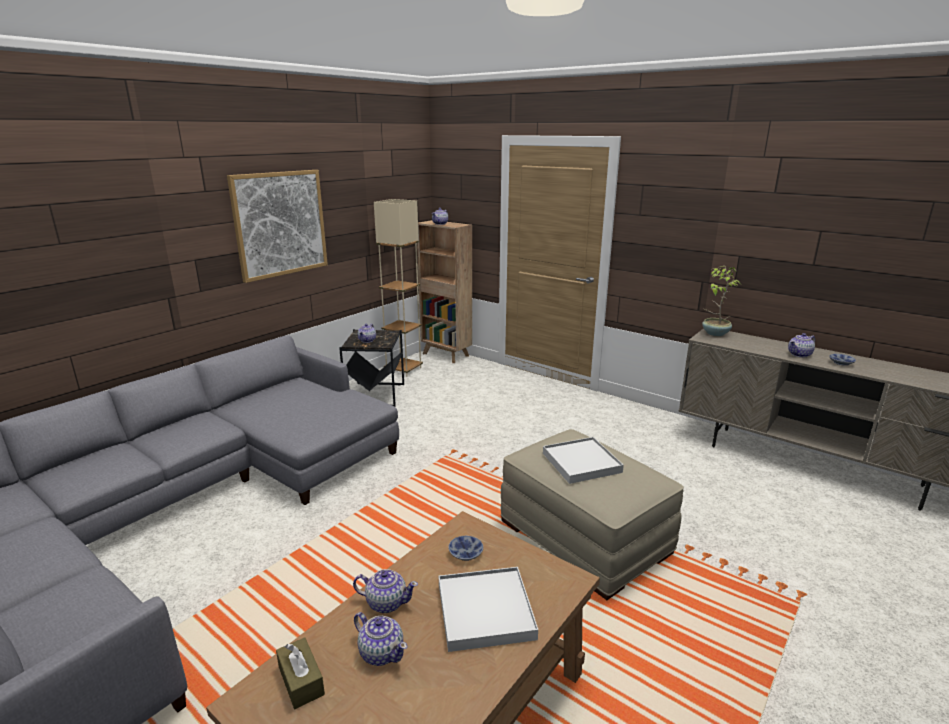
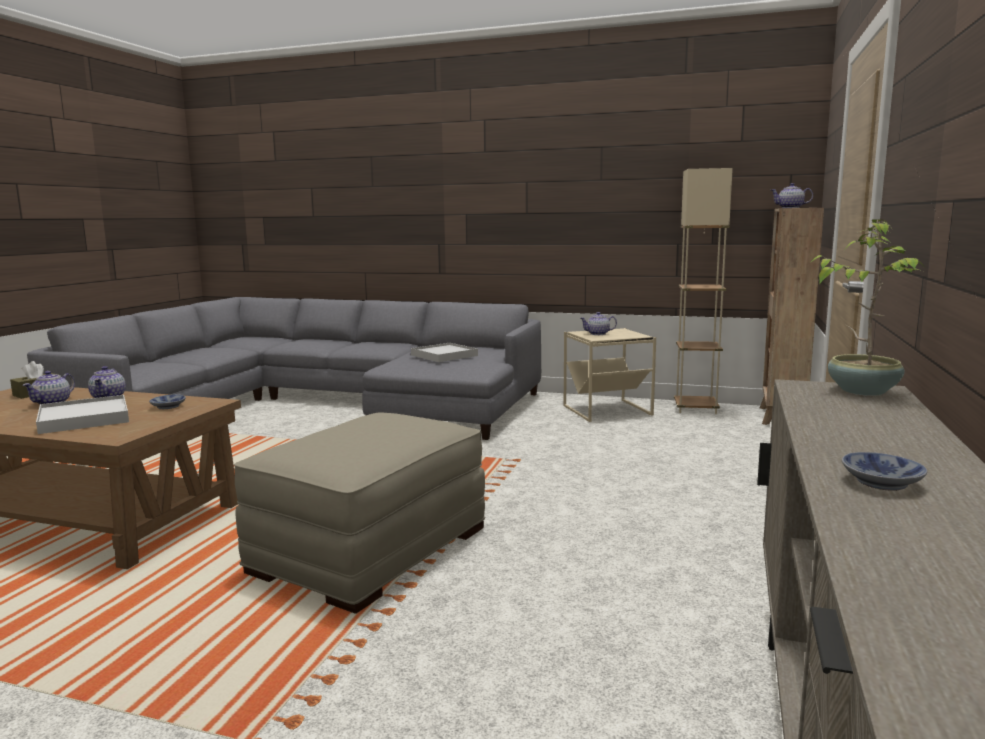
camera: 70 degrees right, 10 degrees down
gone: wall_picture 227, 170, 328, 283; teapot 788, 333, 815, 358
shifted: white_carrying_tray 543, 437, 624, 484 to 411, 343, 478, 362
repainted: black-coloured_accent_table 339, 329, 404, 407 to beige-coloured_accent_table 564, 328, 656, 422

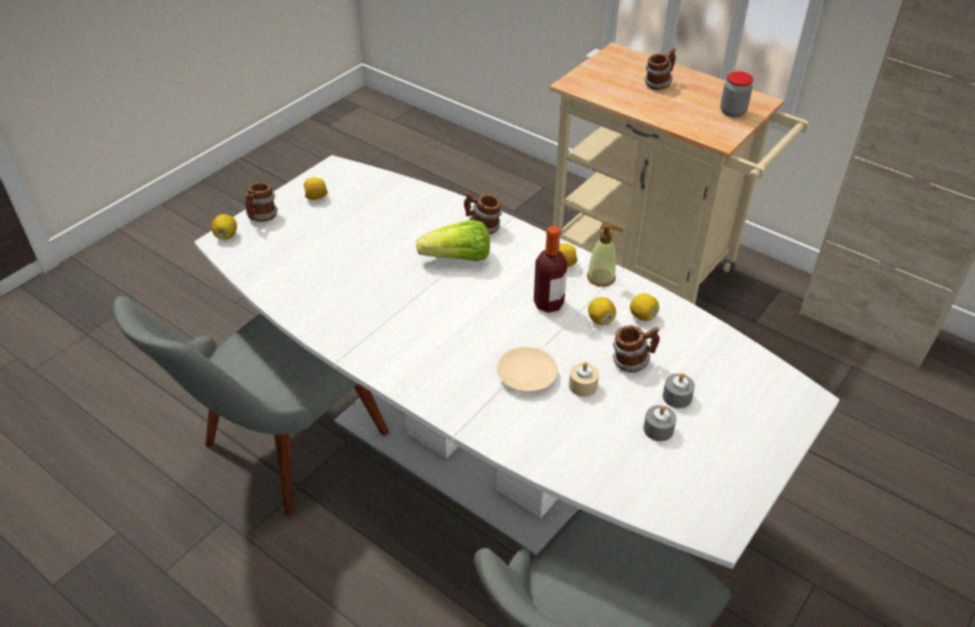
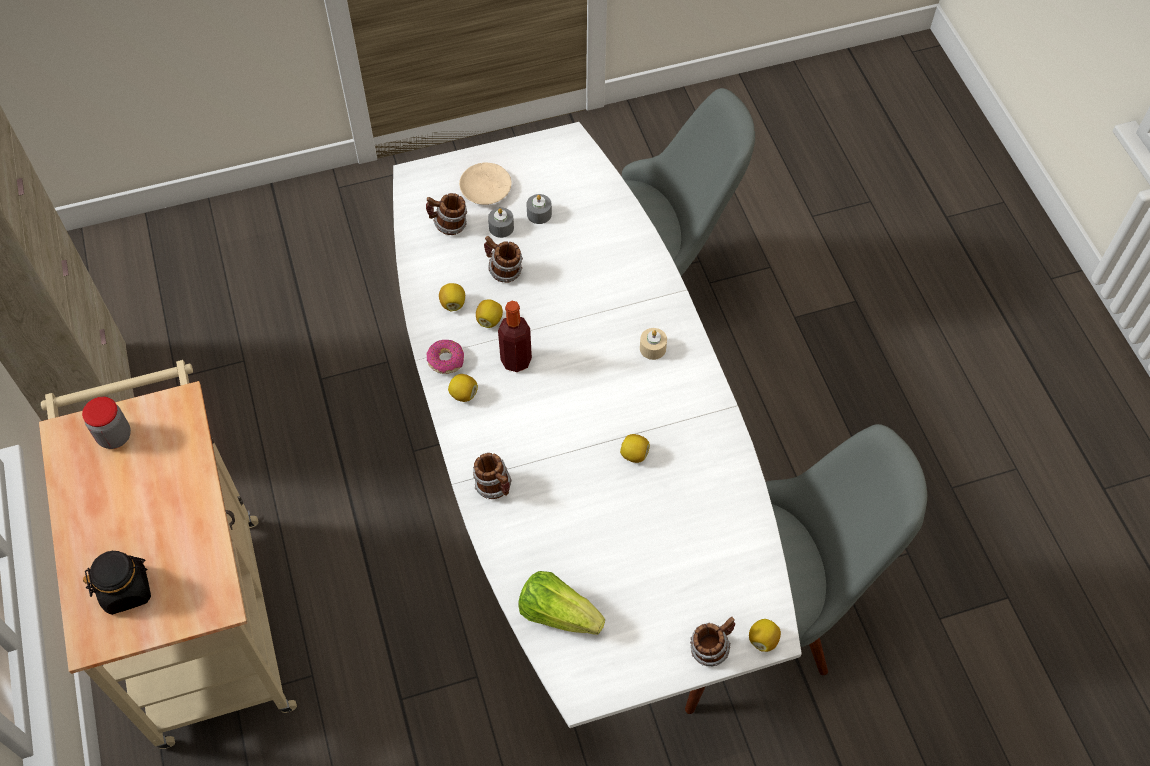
camera: 145 degrees left, 15 degrees up
new: black-coloured_preserve_jar 83, 551, 151, 615
shifted: lemon 304, 177, 328, 200 to 620, 434, 650, 463; head_of_lettuce 416, 220, 490, 261 to 518, 571, 605, 635; beige-coloured_plate 497, 347, 558, 392 to 459, 162, 512, 205; beige-coloured_wax_candle 569, 362, 599, 397 to 640, 328, 667, 360; tea_mug 644, 48, 676, 90 to 426, 193, 467, 235
swapped: soap_bottle 587, 222, 623, 287 to doughnut 427, 340, 464, 374

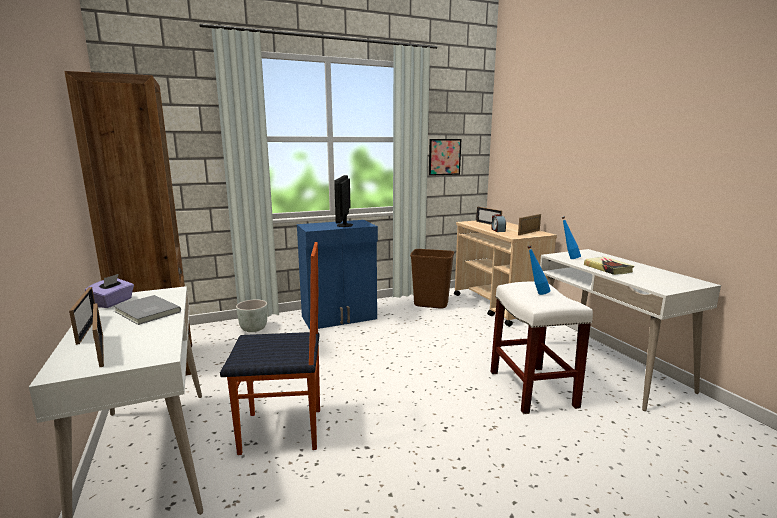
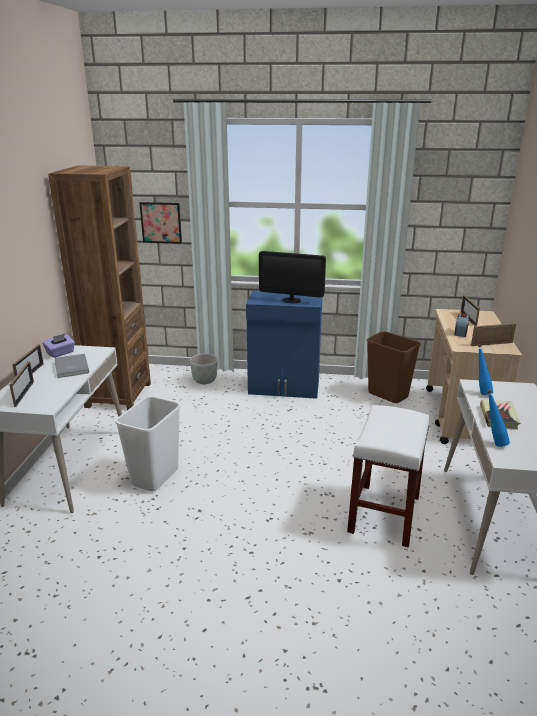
camera: 30 degrees right, 10 degrees up
shifted: wall_picture 429, 139, 461, 176 to 139, 202, 182, 244; blue-coloured_beverage_bottle 527, 245, 551, 295 to 487, 390, 510, 447
swapped: upright_chair 220, 242, 320, 455 to white_rubbish_bin 115, 396, 181, 491
rotated: computer_screen 334, 175, 353, 227 = 259, 251, 326, 304 105 degrees counterclockwise

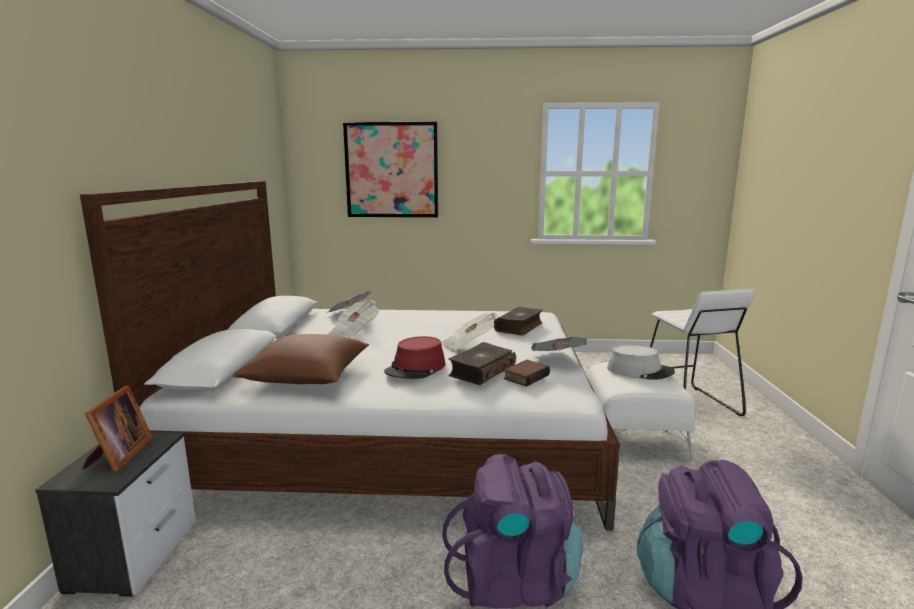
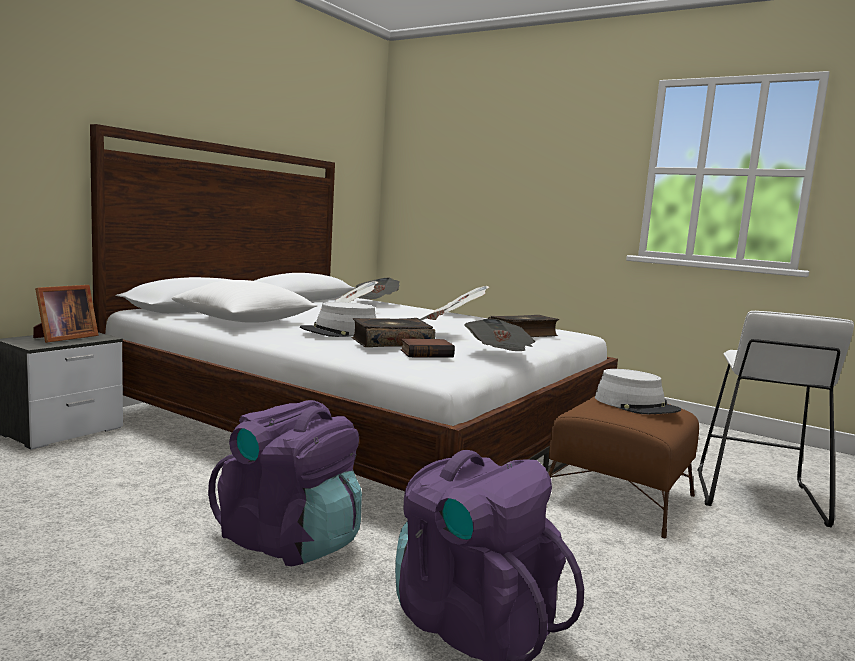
camera: 30 degrees right, 5 degrees down
gone: wall_picture 343, 122, 438, 217
new: newspaper 433, 286, 489, 313
repainted: brown-coloured_throw_pillow 233, 334, 369, 384 to white_throw_pillow 172, 280, 318, 323; red_clothing_hat 384, 336, 445, 379 to greyish_clothing_hat 300, 302, 376, 337; white_footrest 588, 362, 696, 462 to brown-coloured_footrest 548, 396, 699, 538

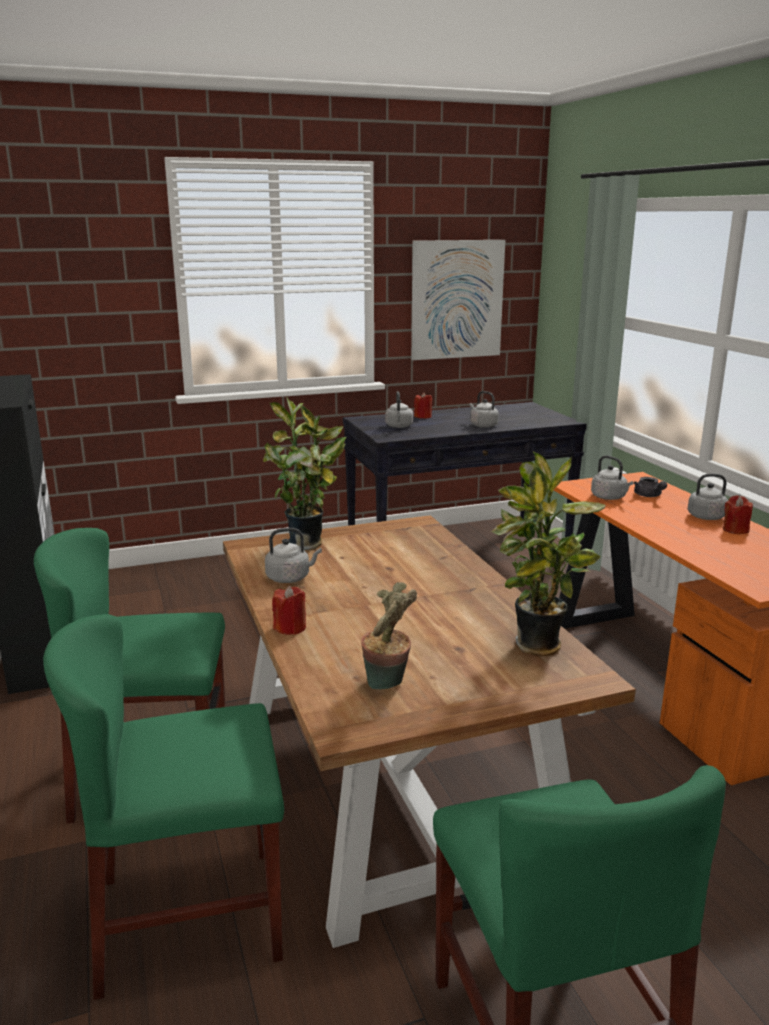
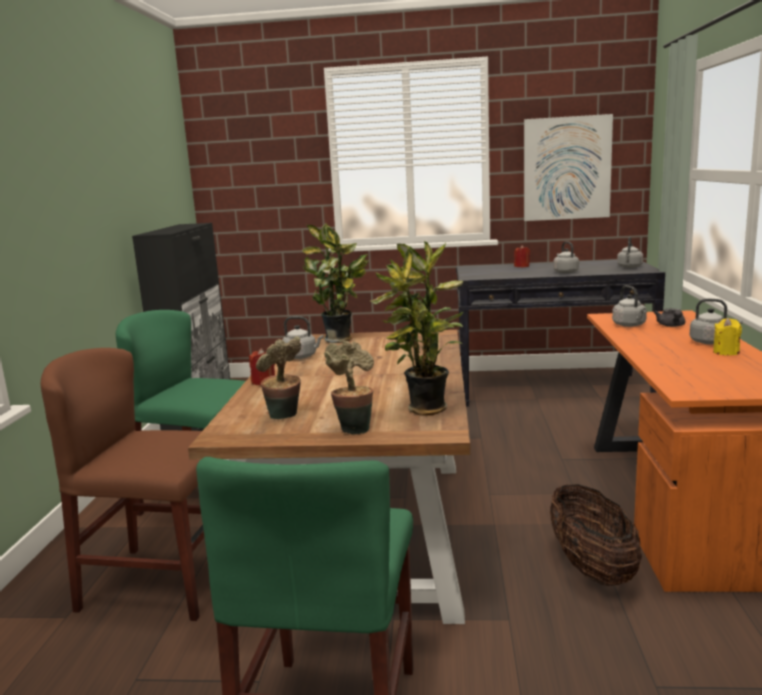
camera: 25 degrees right, 5 degrees down
new: potted_plant 324, 341, 374, 435; basket 550, 484, 642, 586
shifted: greyish_water_kettle 385, 391, 413, 428 to 617, 236, 643, 268
repainted: green-coloured_upright_chair 43, 614, 284, 1000 to brown-coloured_upright_chair 41, 348, 204, 621; red_wax_candle 723, 495, 753, 534 to yellow_wax_candle 713, 318, 742, 355

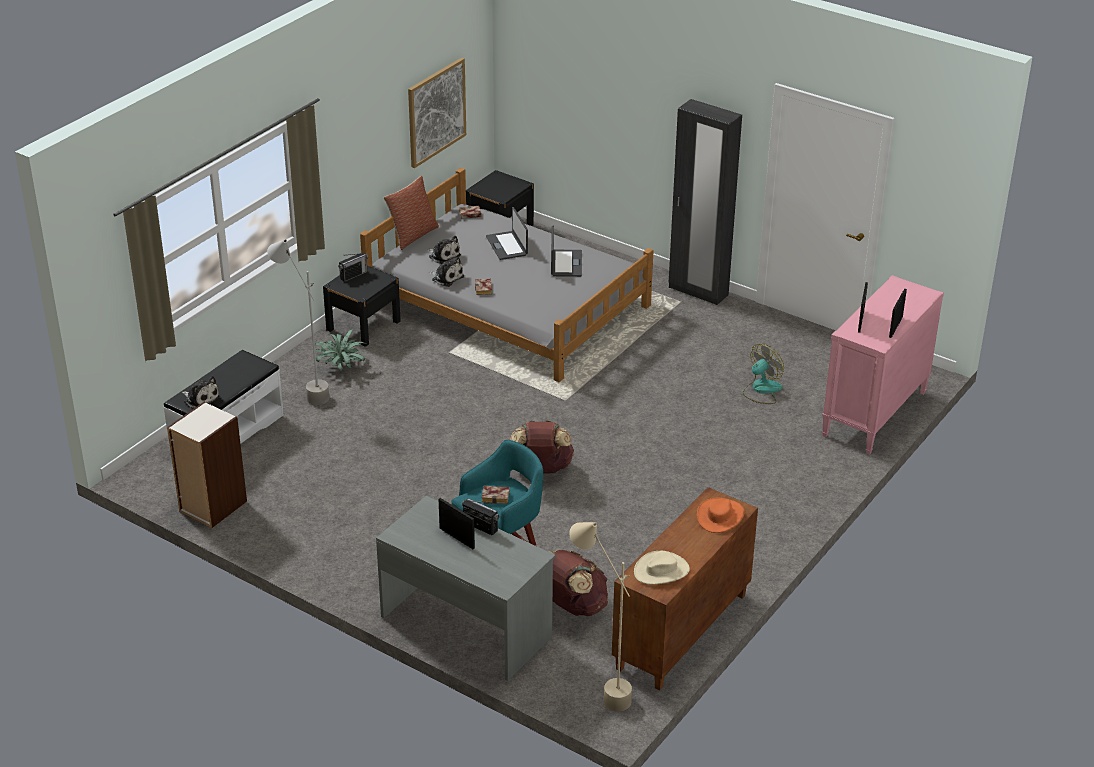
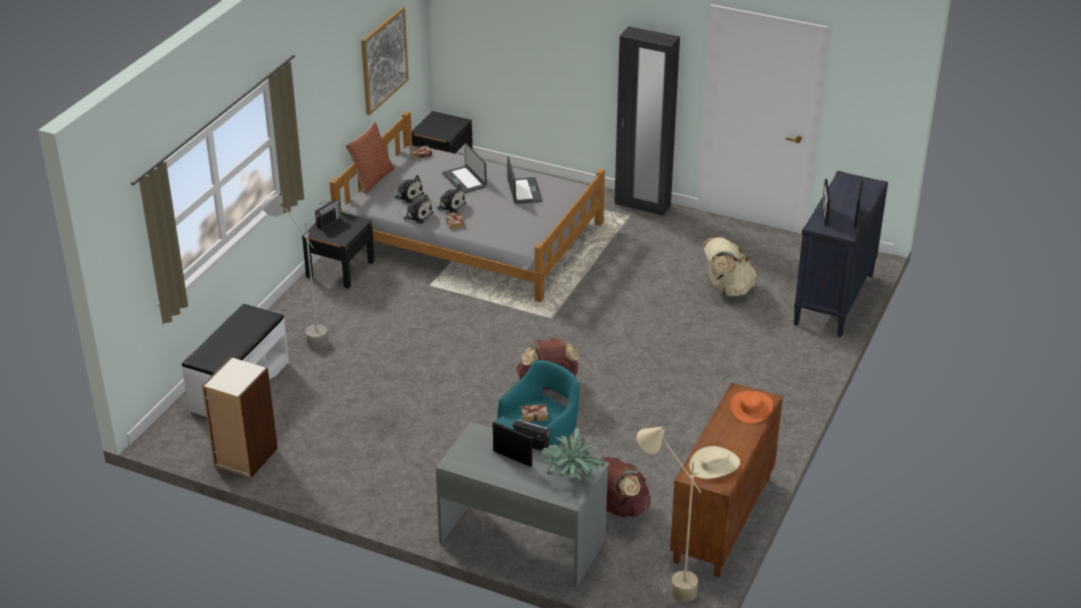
camera: 10 degrees left, 0 degrees up
shifted: cuddly_toy 182, 376, 220, 409 to 431, 185, 466, 213; potted_plant 315, 329, 367, 371 to 540, 428, 604, 483
swapped: electric_fan 743, 344, 784, 404 to beige-coloured_knapsack 703, 238, 757, 296
repainted: pinkish_chest_of_drawers 822, 275, 944, 455 to black-coloured_chest_of_drawers 793, 171, 888, 337

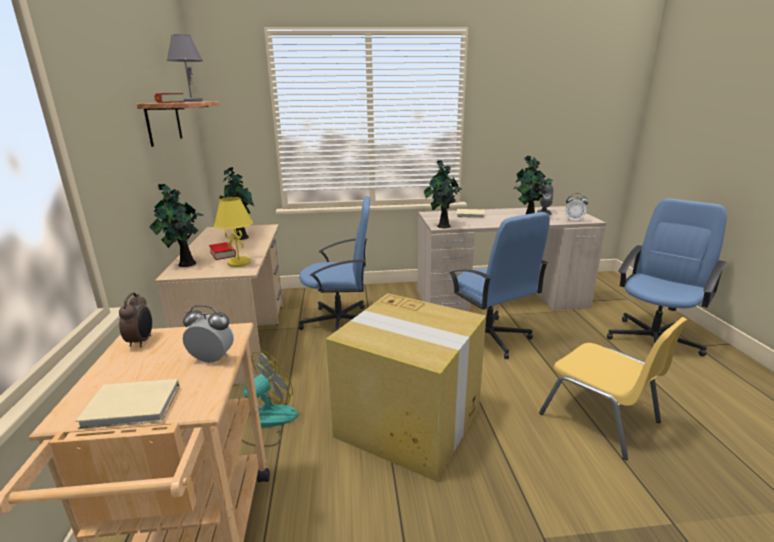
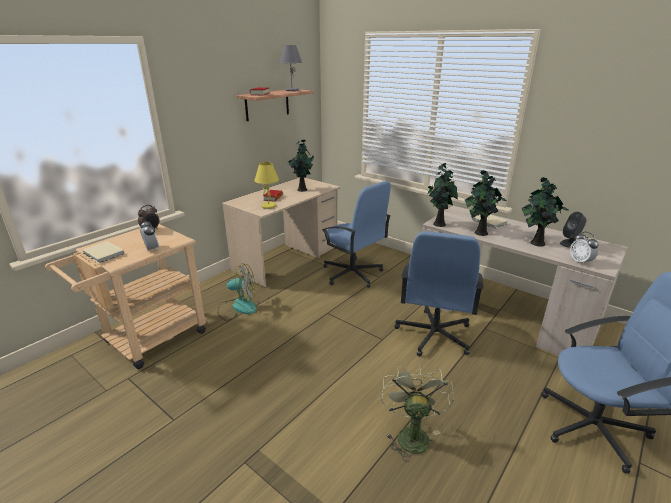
camera: 45 degrees right, 5 degrees up
gone: packing_box 326, 293, 486, 482
shifted: potted_plant 149, 183, 203, 267 to 465, 170, 507, 236
swapped: yellow_upright_chair 539, 317, 688, 460 to green-coloured_electric_fan 381, 364, 454, 462

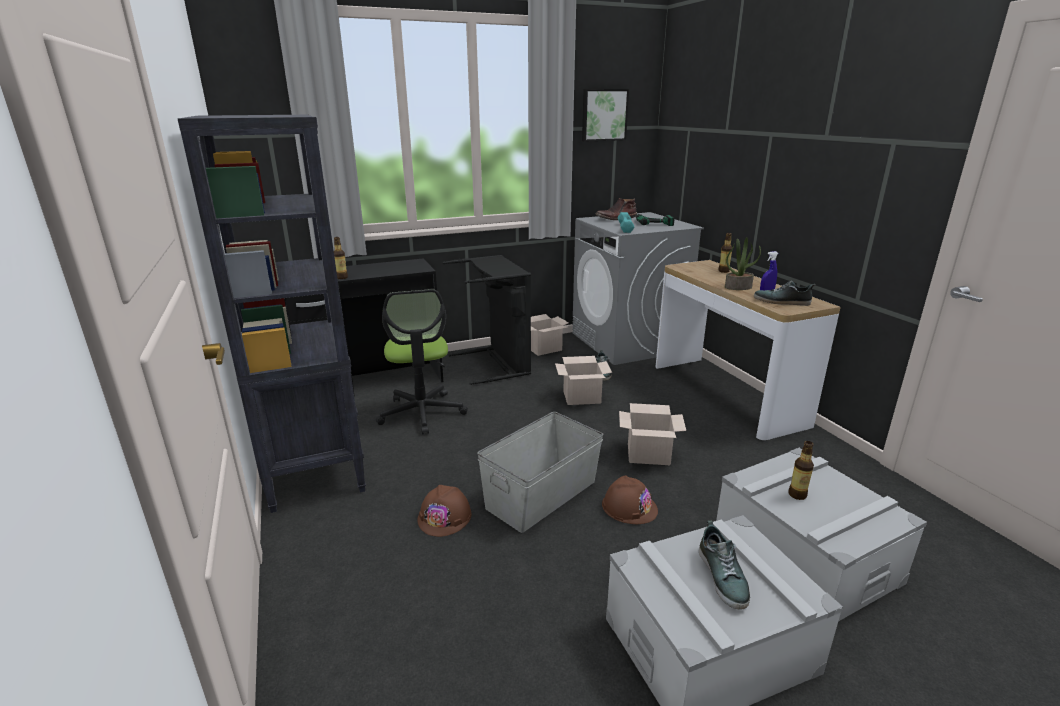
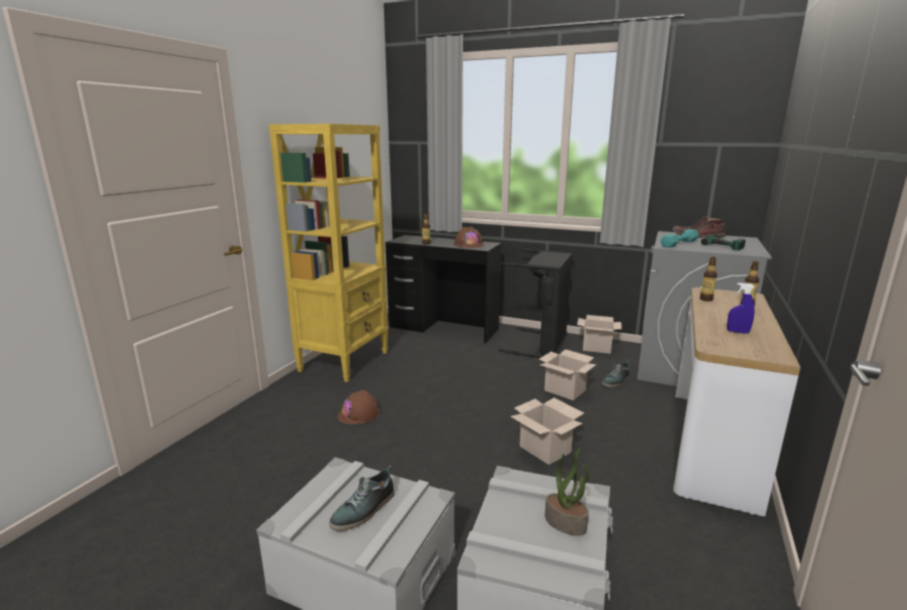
camera: 45 degrees right, 5 degrees down
gone: desk_chair 376, 289, 468, 435; greyish_storage_container 477, 412, 603, 533; wall_picture 582, 89, 629, 142; low_shoe 754, 281, 815, 306
shifted: brown-coloured_safety_helmet 602, 475, 658, 524 to 454, 226, 484, 248; potted_plant 725, 237, 761, 290 to 545, 448, 589, 536; beverage_bottle 789, 441, 814, 500 to 700, 257, 717, 301
repainted: black-coloured_bookcase 178, 115, 366, 513 to yellow_bookcase 269, 124, 389, 382

